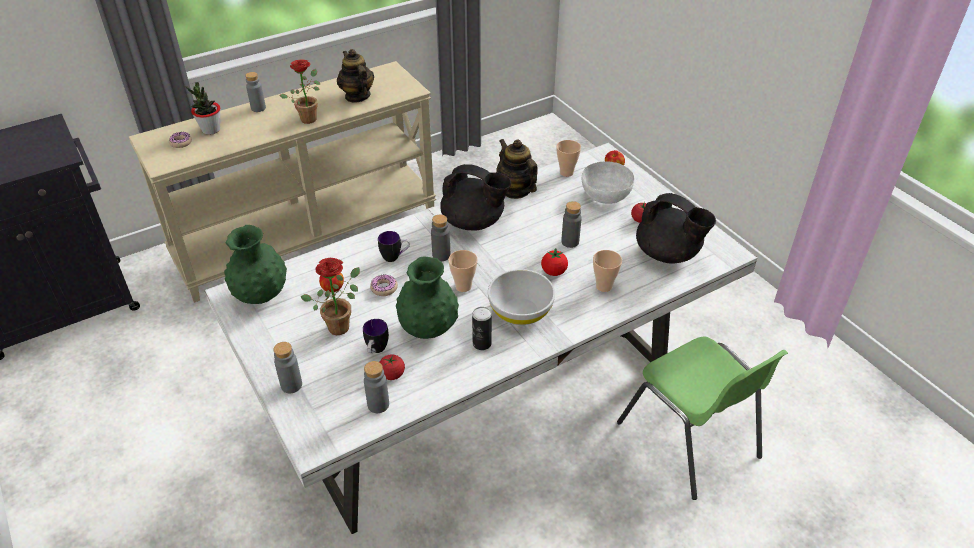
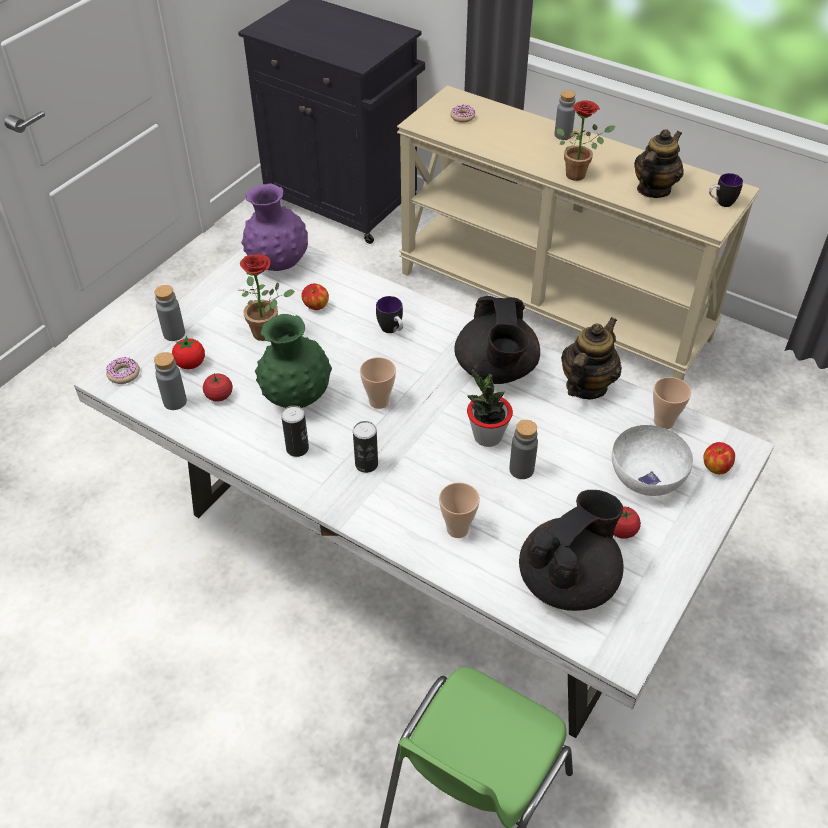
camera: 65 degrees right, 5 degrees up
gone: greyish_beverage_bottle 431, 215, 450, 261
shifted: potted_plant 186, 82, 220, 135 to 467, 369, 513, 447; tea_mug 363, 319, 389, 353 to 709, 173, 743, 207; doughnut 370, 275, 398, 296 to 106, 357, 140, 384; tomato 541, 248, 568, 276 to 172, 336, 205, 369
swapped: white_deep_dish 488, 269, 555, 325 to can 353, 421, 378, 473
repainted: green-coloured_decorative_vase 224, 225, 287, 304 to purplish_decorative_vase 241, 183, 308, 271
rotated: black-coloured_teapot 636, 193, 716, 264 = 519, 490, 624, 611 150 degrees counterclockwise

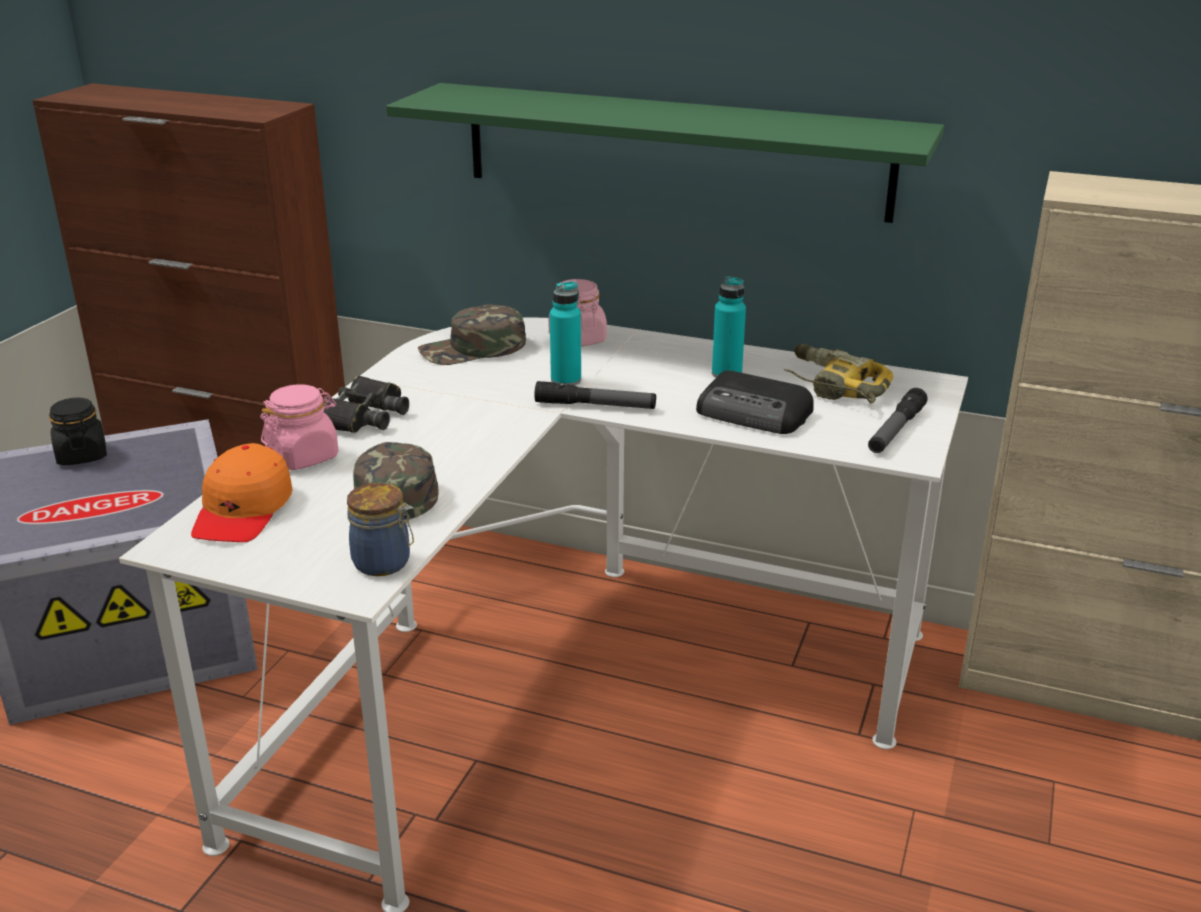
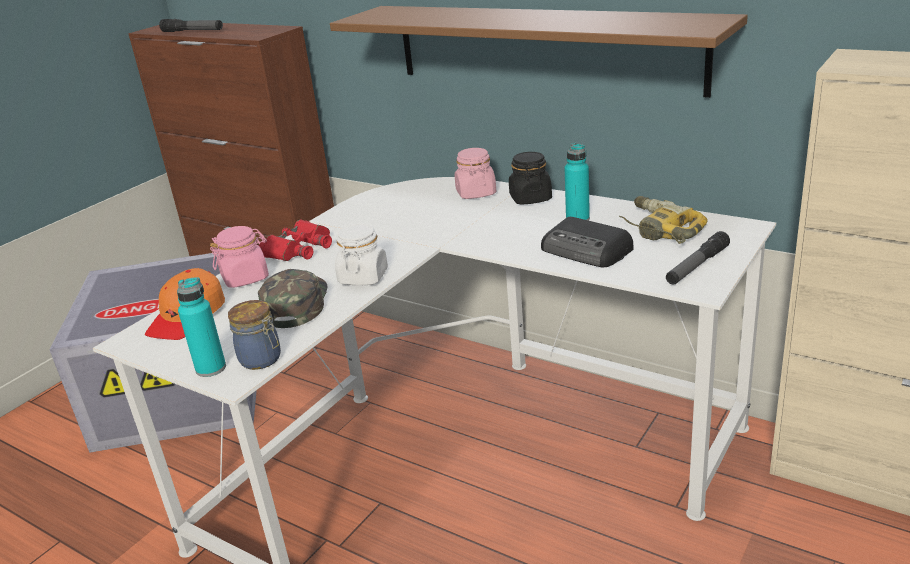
camera: 15 degrees right, 0 degrees up
gone: green-coloured_cap 418, 304, 526, 365
new: white_preserve_jar 335, 224, 388, 285
shifted: black-coloured_preserve_jar 49, 398, 107, 466 to 509, 152, 552, 205; flashlight 534, 381, 656, 409 to 159, 19, 223, 32; turquoise-coloured_beverage_bottle 550, 281, 581, 386 to 177, 277, 226, 377
repainted: black-coloured_pair_of_binoculars 323, 376, 409, 433 to red_pair_of_binoculars 259, 220, 332, 261; green-coloured_wall_shelf 386, 83, 944, 223 to brown-coloured_wall_shelf 330, 6, 748, 98

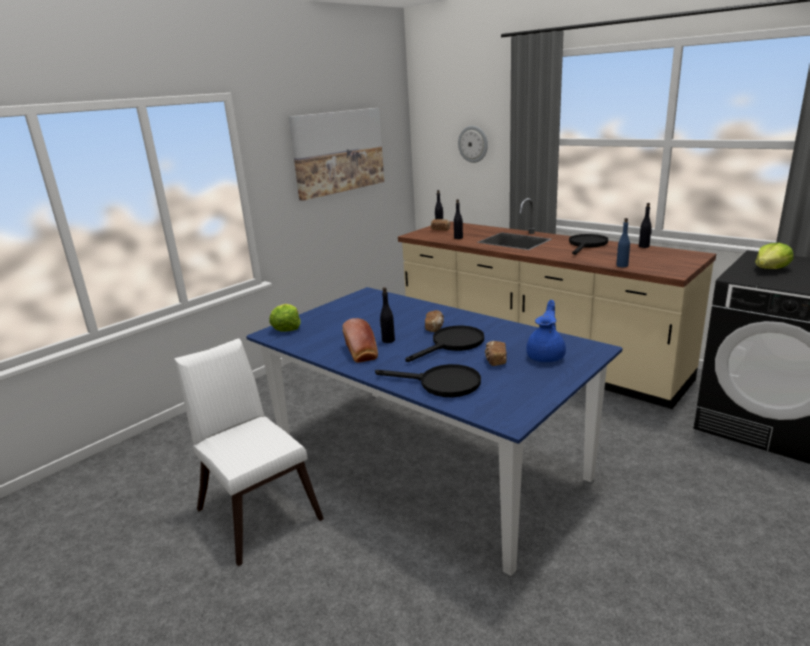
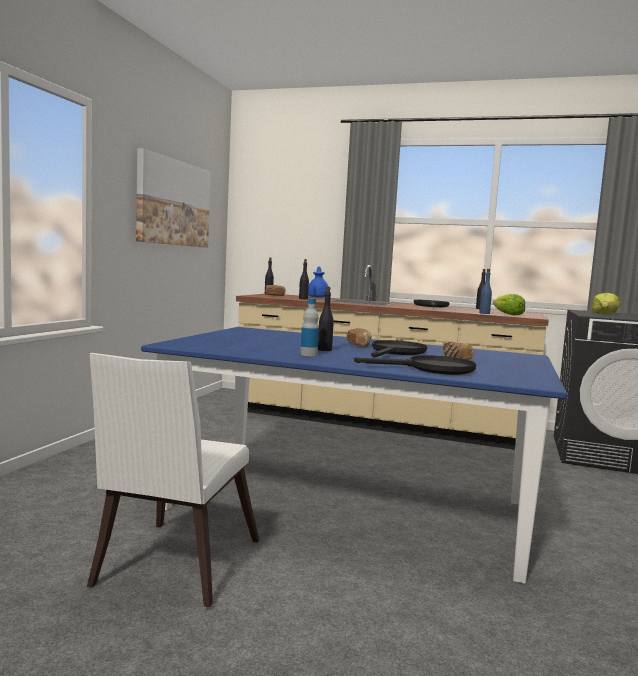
camera: 25 degrees left, 15 degrees down
gone: wall_clock 458, 126, 488, 163
shifted: head_of_lettuce 269, 304, 301, 332 to 493, 294, 525, 315; blue-coloured_teapot 526, 300, 566, 362 to 308, 266, 329, 298
swapped: baked_bread 342, 318, 378, 363 to beverage_bottle 300, 298, 319, 356
rotated: white_upright_chair 174, 338, 324, 566 = 87, 353, 259, 607 105 degrees counterclockwise

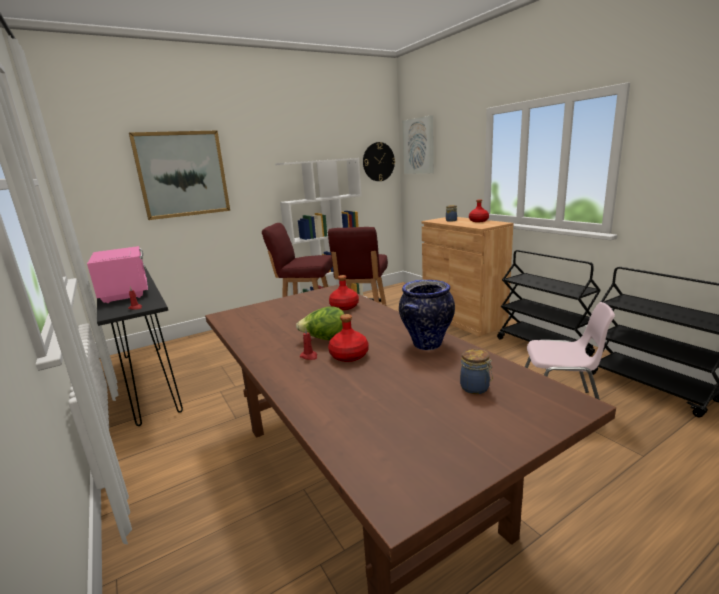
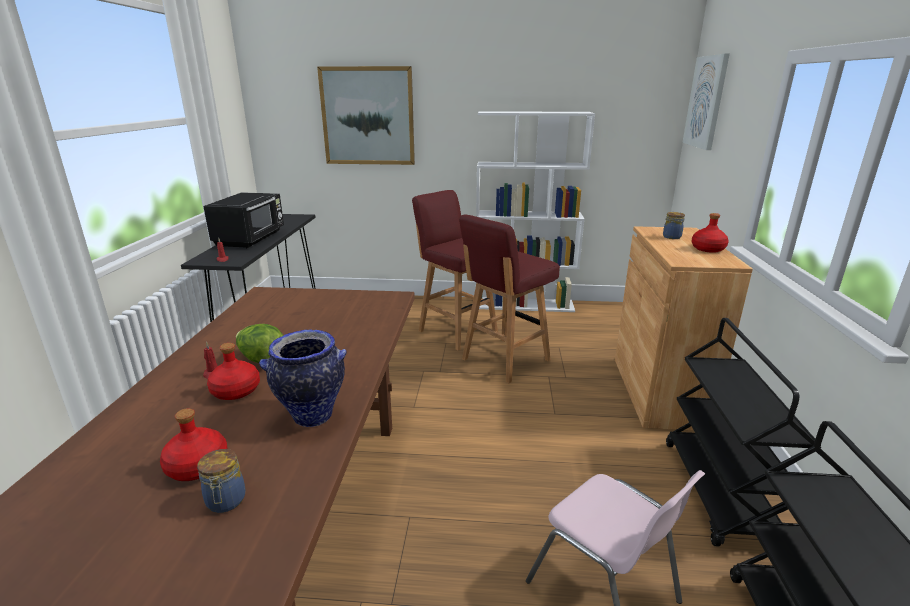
camera: 35 degrees right, 5 degrees up
gone: wall_clock 363, 142, 395, 181
shifted: red_beverage_bottle 329, 275, 359, 310 to 160, 408, 228, 481
repainted: pinkish_microwave_oven 87, 246, 148, 303 to black-coloured_microwave_oven 203, 192, 284, 248

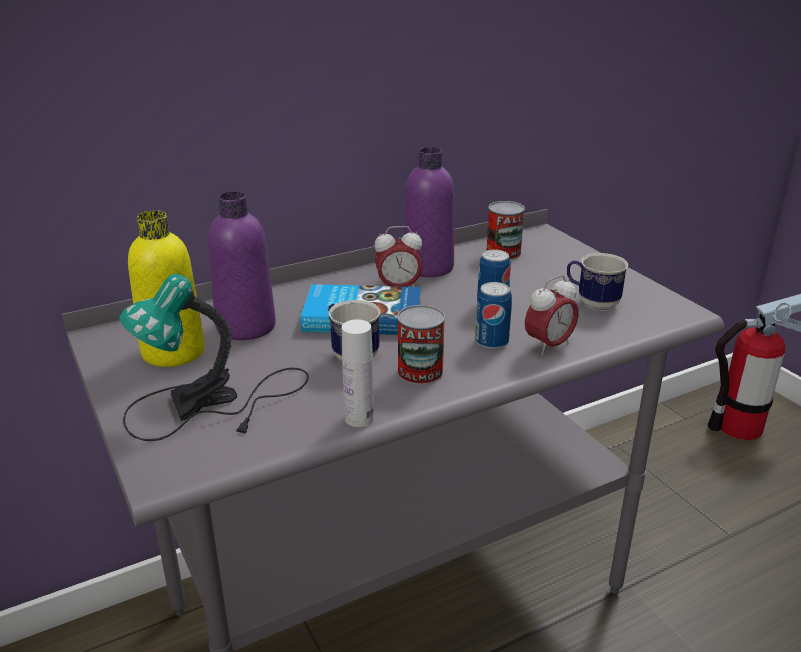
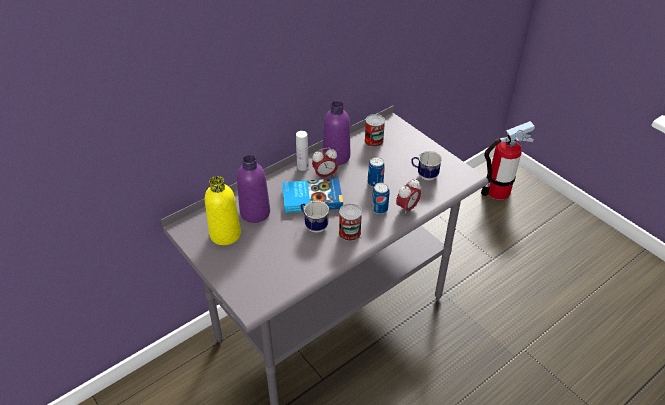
camera: 10 degrees left, 15 degrees up
gone: table_lamp 119, 273, 309, 441
shifted: white_beverage_bottle 342, 319, 374, 427 to 296, 131, 309, 171

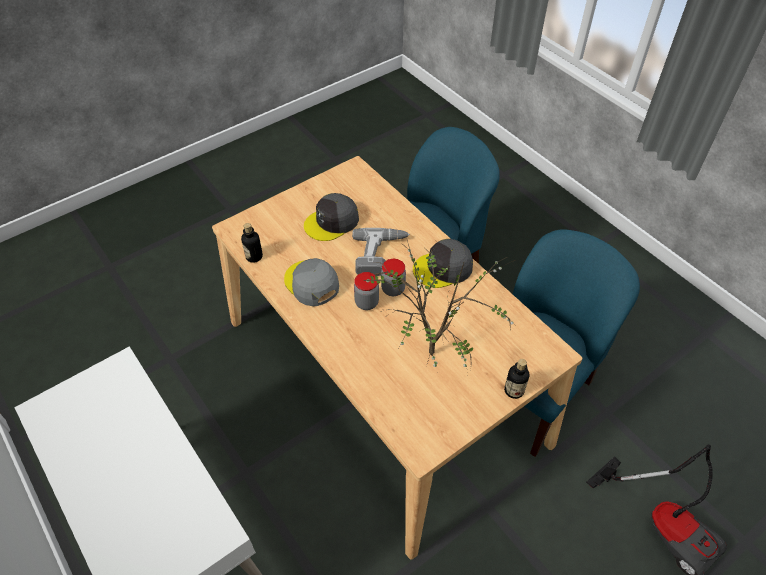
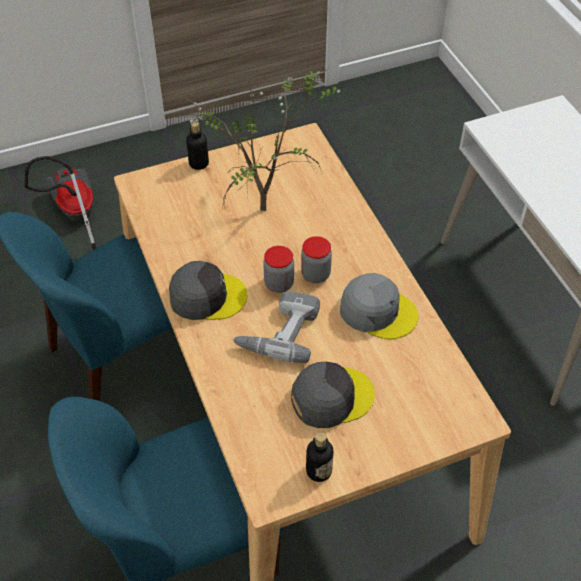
camera: 165 degrees left, 0 degrees up
shifted: beverage_bottle 241, 223, 263, 263 to 306, 432, 334, 482
rotated: greyish_cap 284, 258, 339, 306 = 340, 273, 419, 339 45 degrees counterclockwise

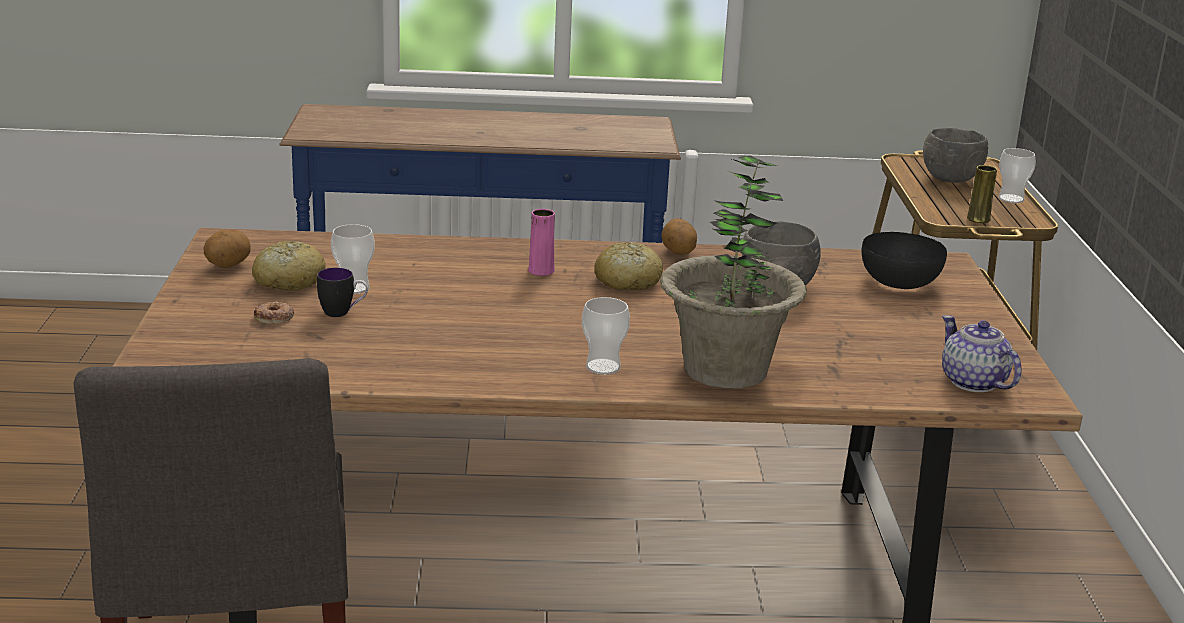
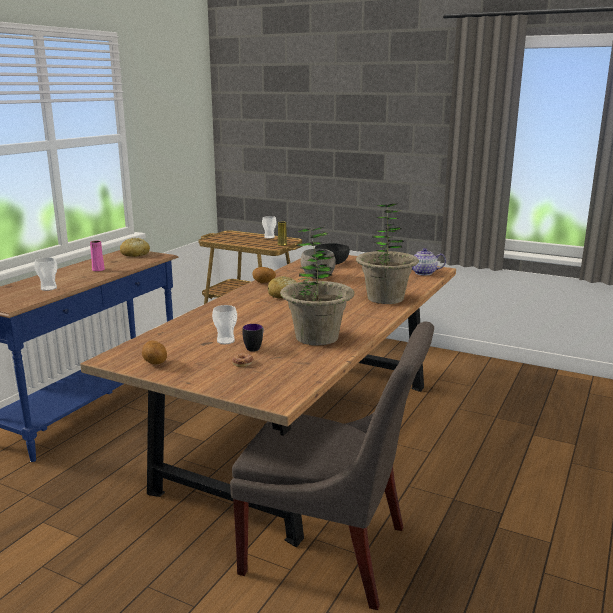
camera: 60 degrees left, 5 degrees down
gone: greyish_deep_dish 923, 128, 988, 183
new: potted_plant 280, 226, 354, 346
shifted: baked_bread 252, 241, 326, 291 to 120, 238, 150, 257; pinkish_decorative_vase 528, 209, 555, 276 to 90, 240, 105, 271; cup 582, 297, 630, 375 to 34, 257, 58, 291

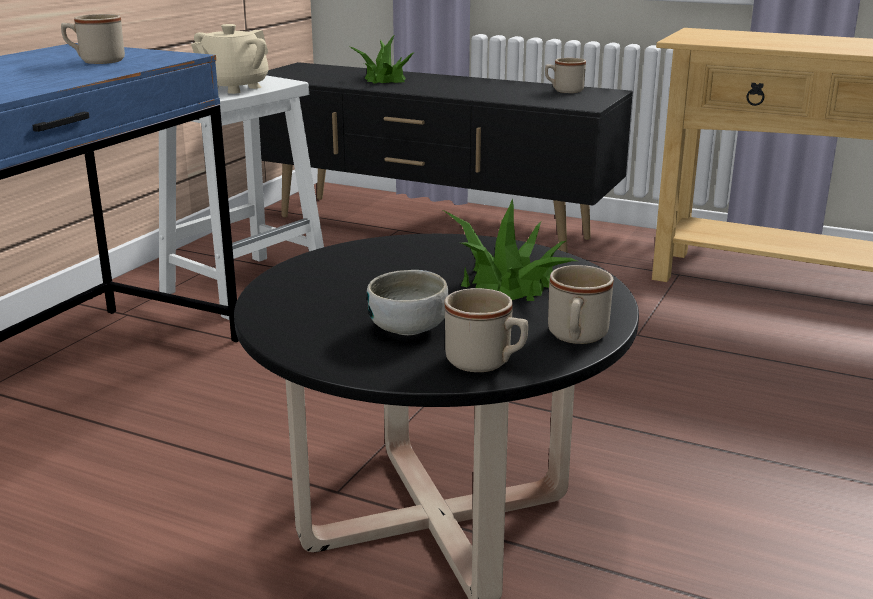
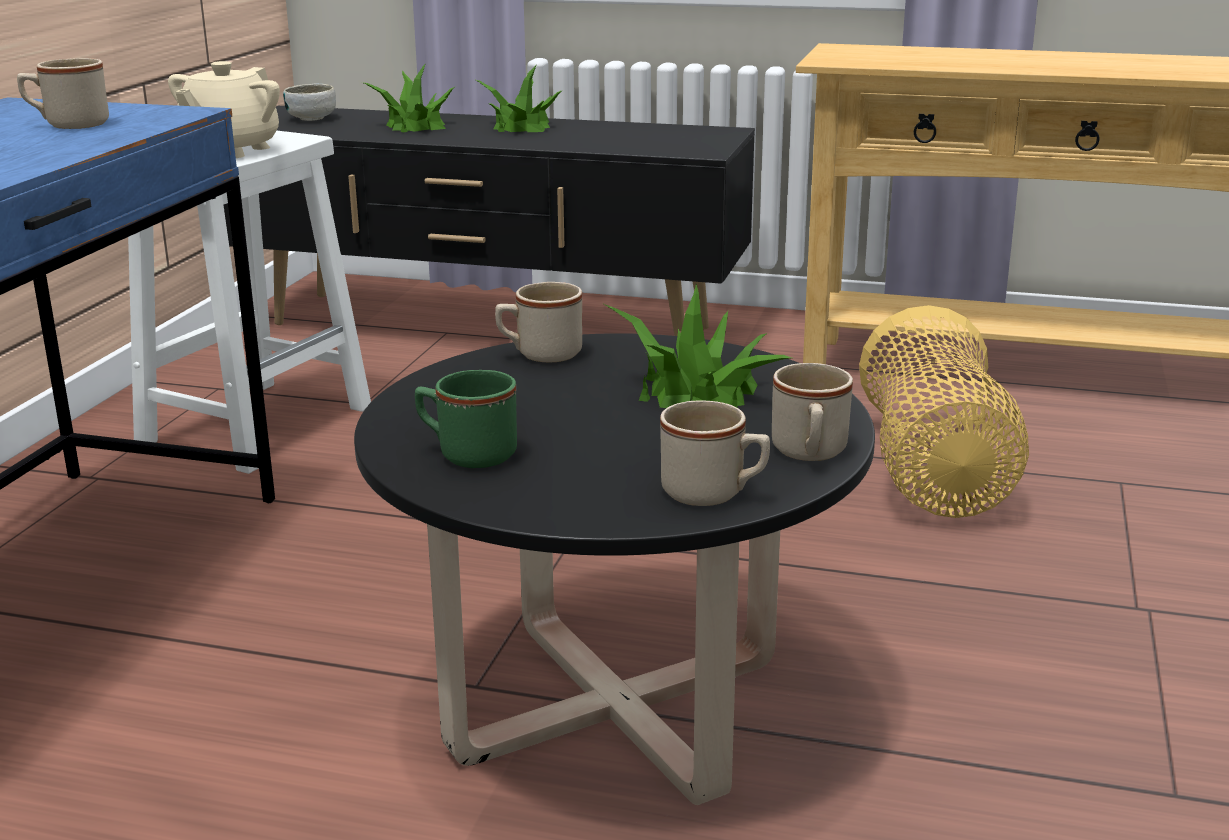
camera: 10 degrees left, 0 degrees up
new: green-coloured_tea_mug 415, 370, 517, 468; potted_plant 474, 66, 563, 132; basket 859, 305, 1029, 518
shifted: deep_dish 367, 270, 448, 335 to 283, 83, 336, 121; beige-coloured_tea_mug 545, 58, 586, 93 to 495, 282, 582, 362

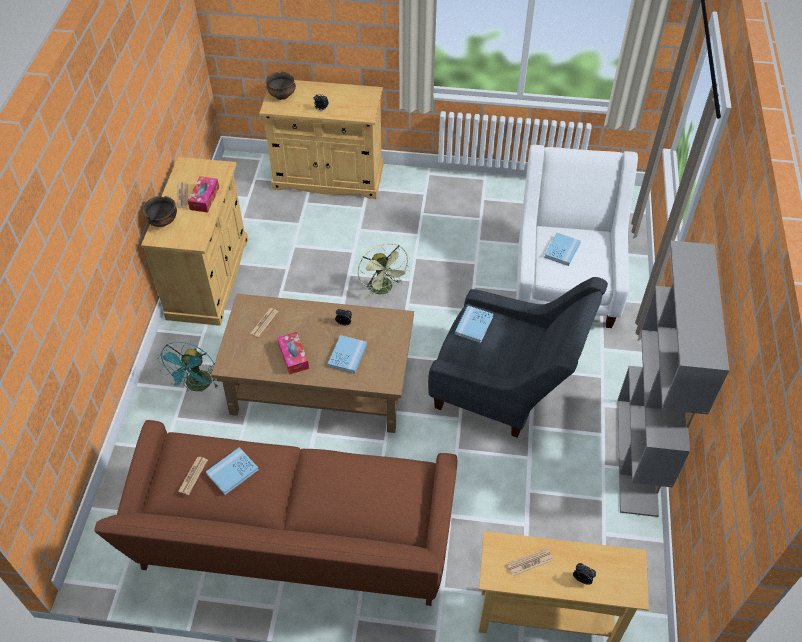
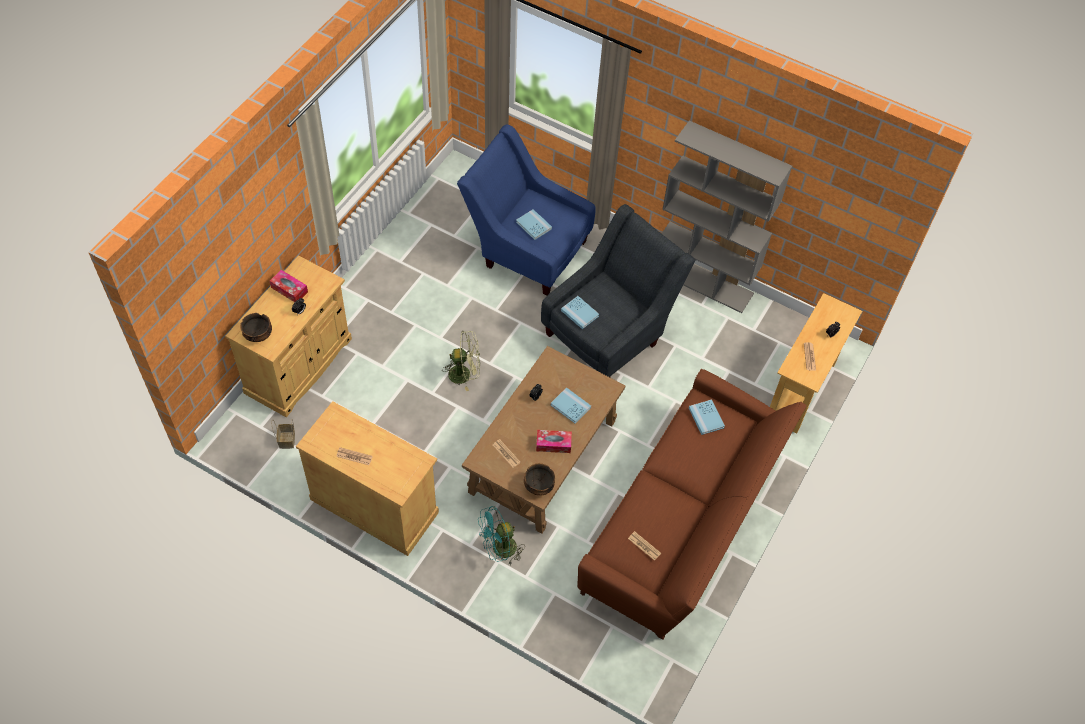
camera: 70 degrees left, 5 degrees up
new: basket 272, 419, 295, 449
shifted: deep_dish 143, 196, 177, 227 to 524, 463, 555, 496; tissue_holder 188, 176, 219, 213 to 270, 270, 308, 302; blue-coloured_volume 206, 447, 259, 495 to 689, 400, 725, 435
repainted: white_lounge_chair 516, 145, 638, 328 to blue-coloured_lounge_chair 457, 125, 595, 295
rotated: turquoise-coloured_electric_fan 158, 342, 219, 391 = 478, 506, 525, 566 120 degrees clockwise

